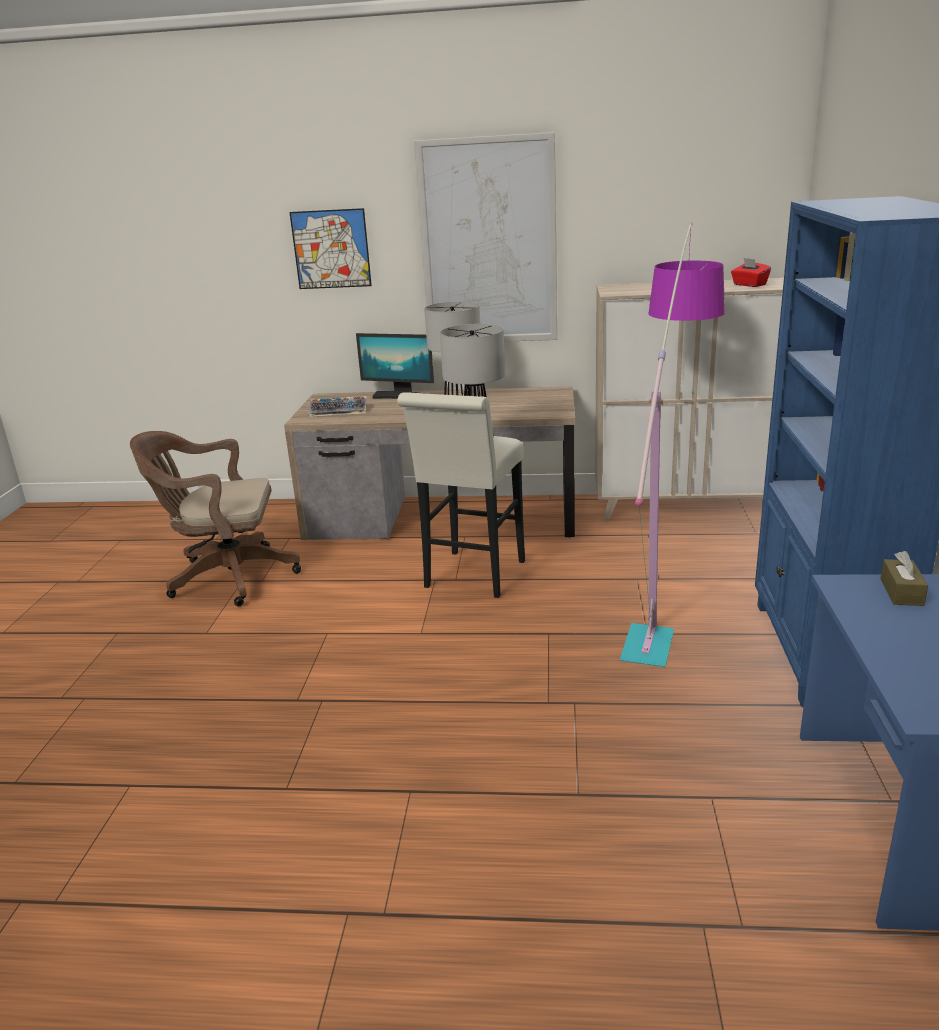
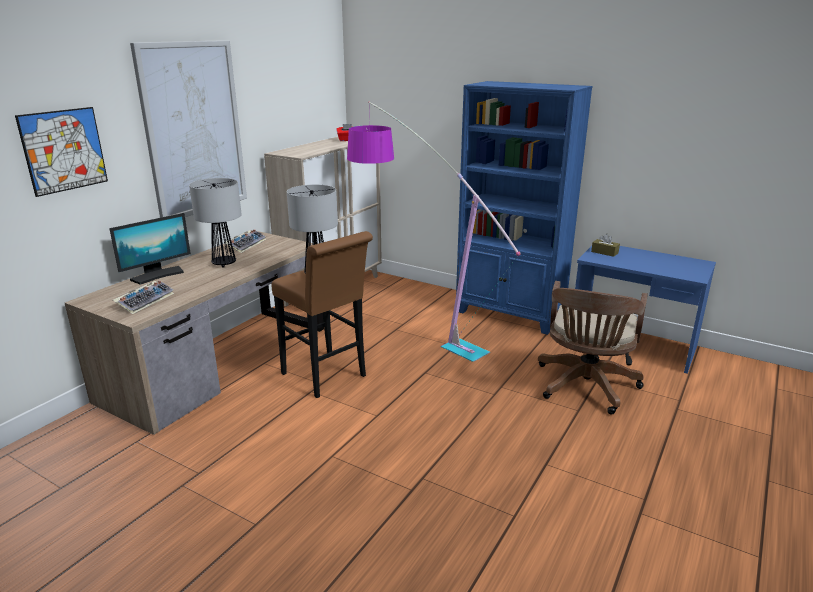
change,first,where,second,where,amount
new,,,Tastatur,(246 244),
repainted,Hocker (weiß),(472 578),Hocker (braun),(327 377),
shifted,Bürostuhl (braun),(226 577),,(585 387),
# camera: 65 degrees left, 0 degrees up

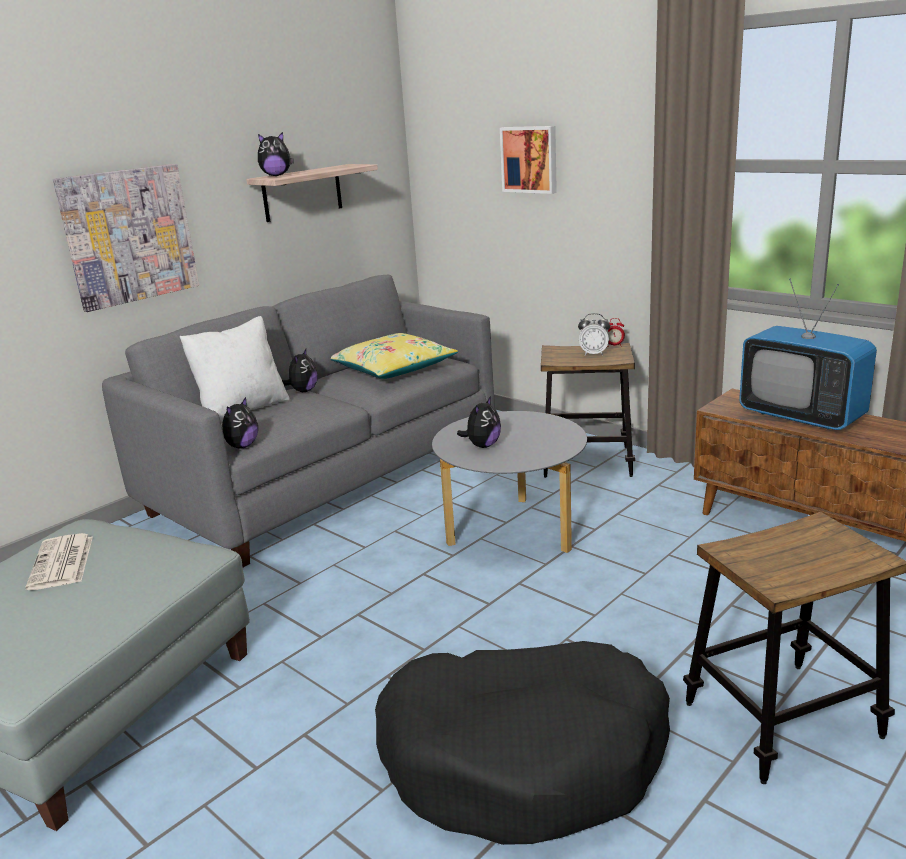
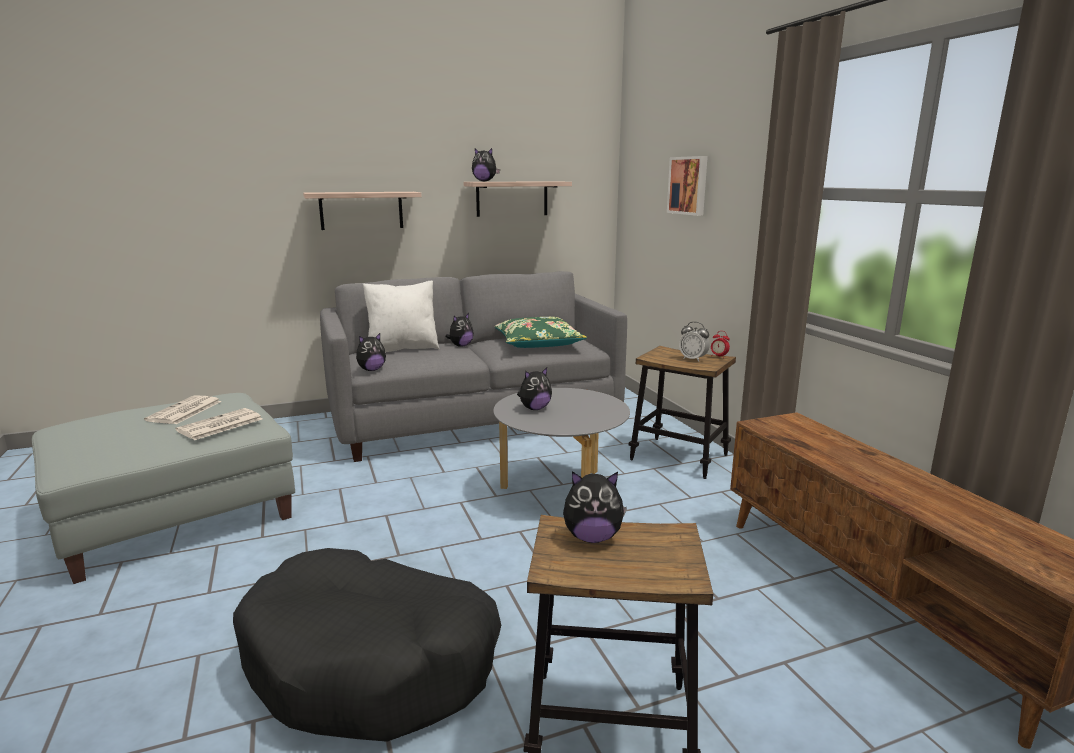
change,first,where,second,where,amount
new,,,Zeitung,(219 425),
swapped,Bild,(129 236),Wandregal,(361 210),
repainted,Kissen (gelb),(393 369),Kissen (grün),(538 343),
new,,,Plüschtier,(592 537),
gone,Fernseher,(801 416),,,
# camera: 25 degrees right, 5 degrees down

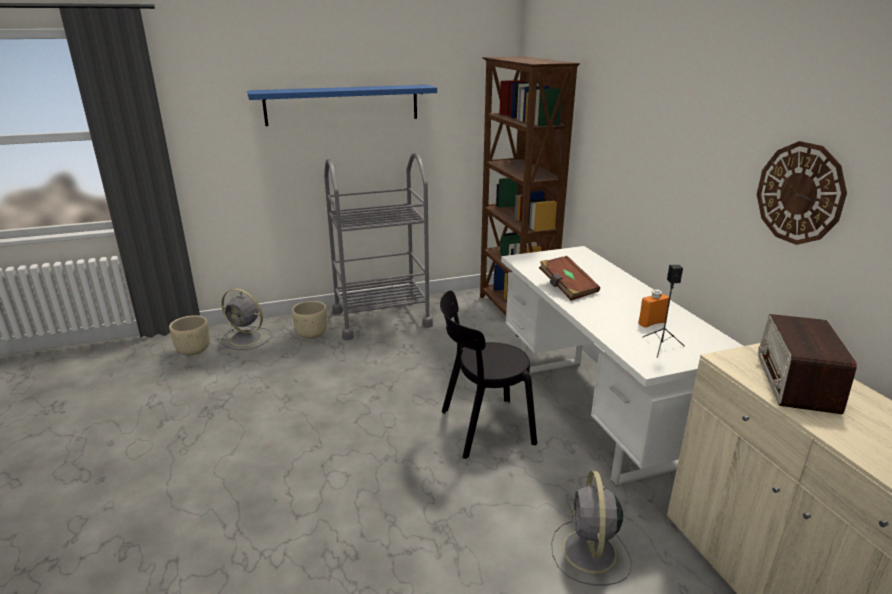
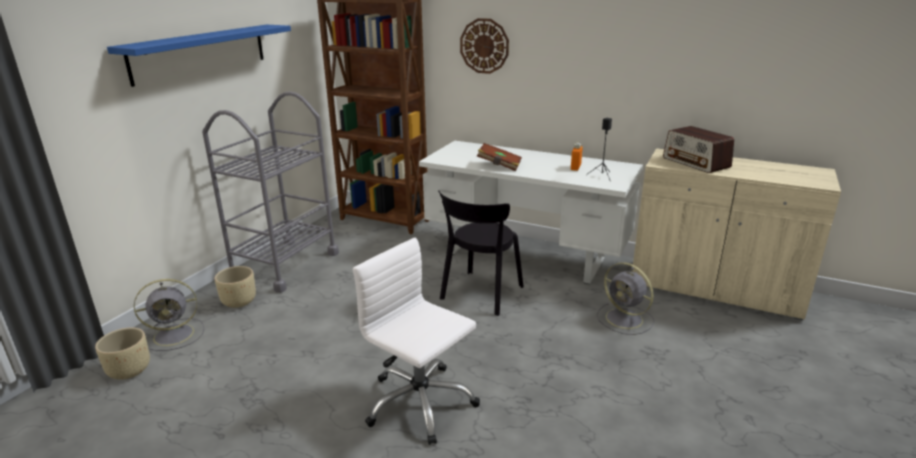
change,first,where,second,where,amount
new,,,Bürostuhl (weiß),(420 403),
shifted,Wanduhr,(800 193),,(484 46),
# camera: 45 degrees left, 0 degrees up

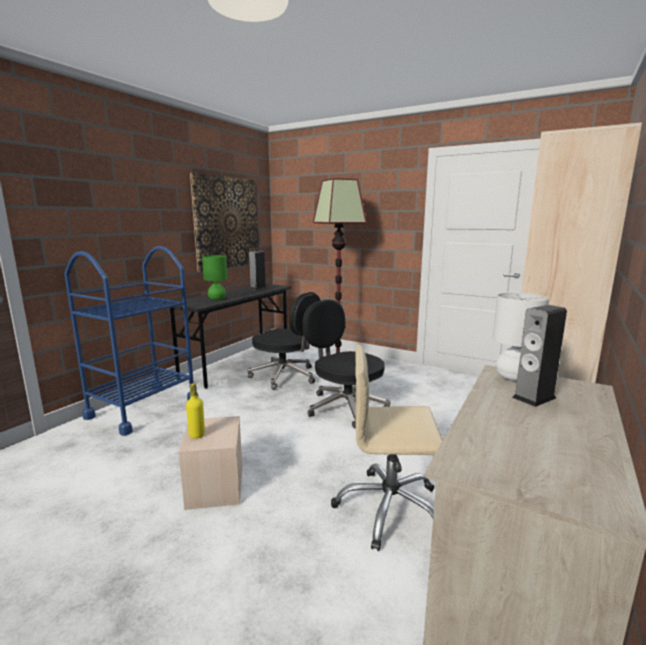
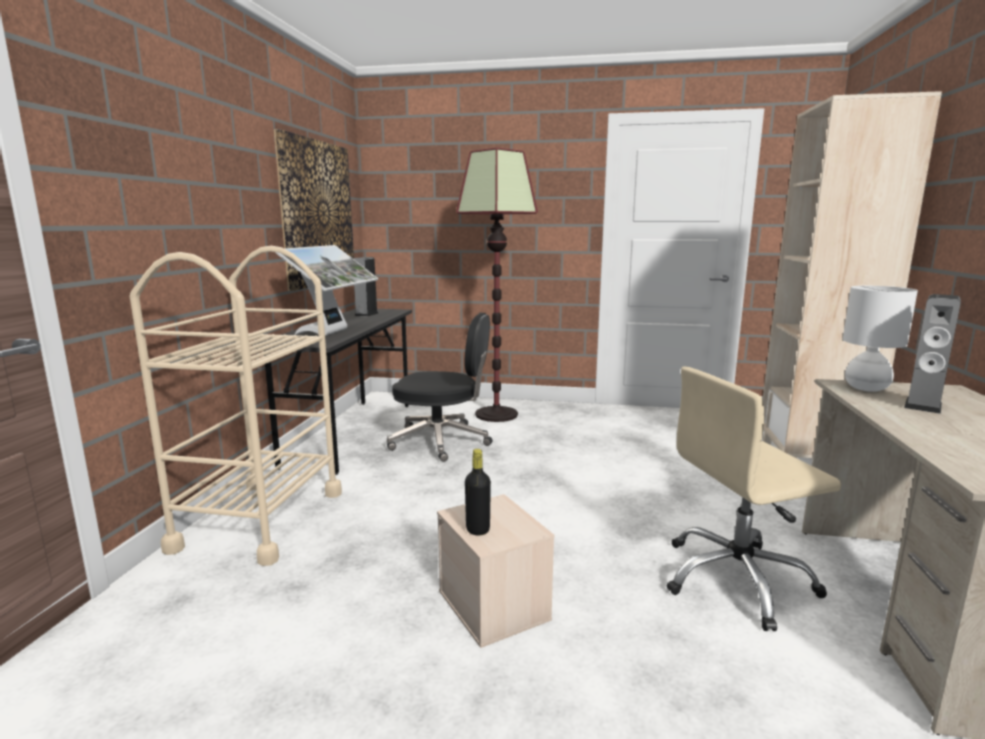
change,first,where,second,where,amount
repainted,Rollwagen (blau),(143 408),Rollwagen (beige),(260 520),
swapped,Tischlampe (grün),(217 299),Monitor,(333 332),
repainted,Flasche (gelb),(197 435),Flasche (schwarz),(478 529),
gone,Bürostuhl (schwarz),(344 407),,,
# camera: 20 degrees left, 0 degrees up

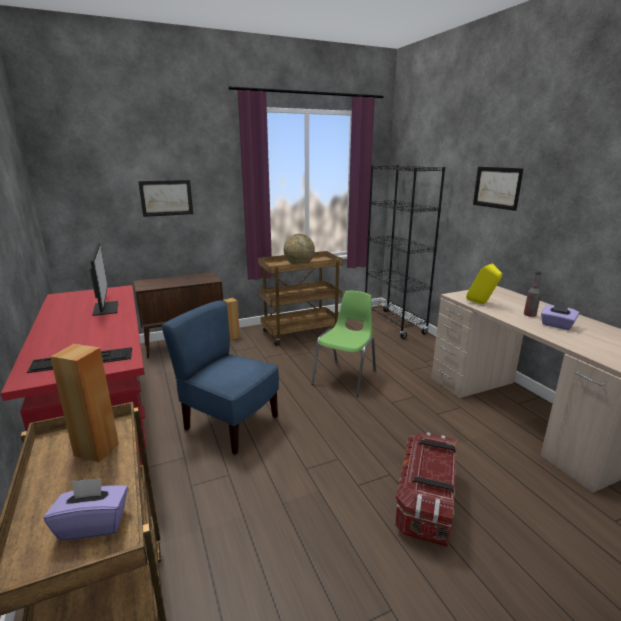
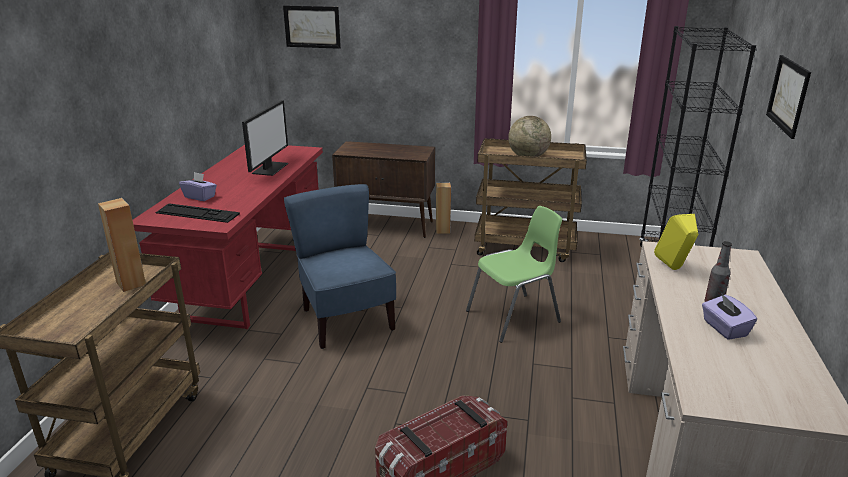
change,first,where,second,where,amount
shifted,Taschentuchbox (lila),(93 524),,(200 197),
shifted,Bild,(166 198),,(312 27),
# camera: 35 degrees right, 5 degrees up

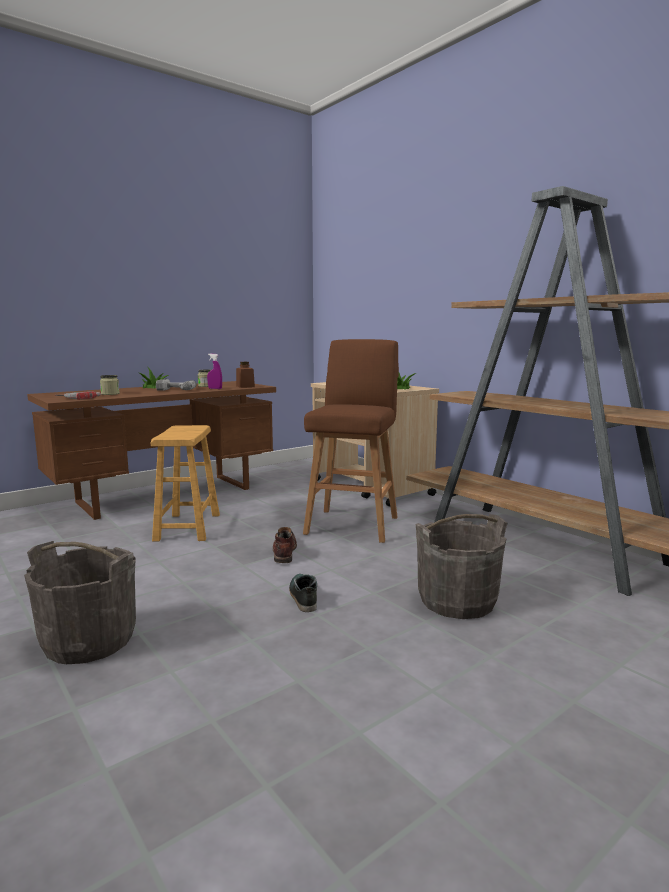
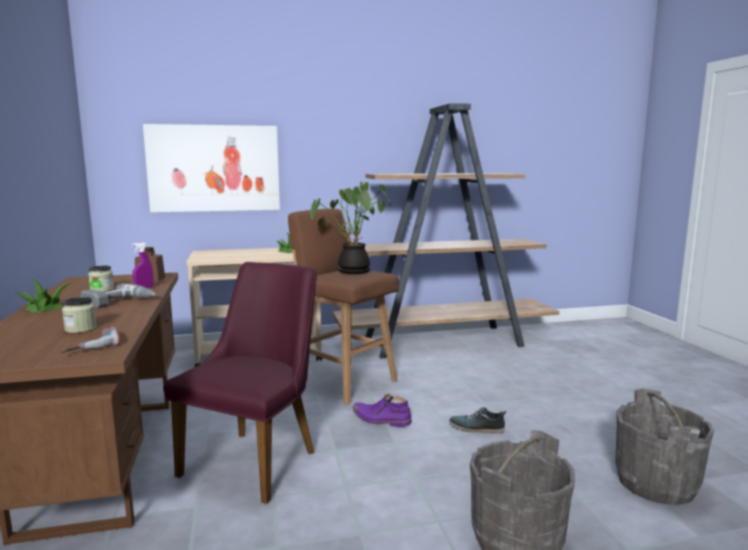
change,first,where,second,where,amount
new,,,Bild,(214 168),
swapped,Hocker (braun),(188 527),Stuhl (lila),(258 457),
new,,,Topfpflanze,(352 272),
repainted,Stiefel (braun),(284 552),Stiefel (lila),(381 419),
shifted,Eimer (grau),(457 601),,(656 483),
# camera: 65 degrees left, 0 degrees up

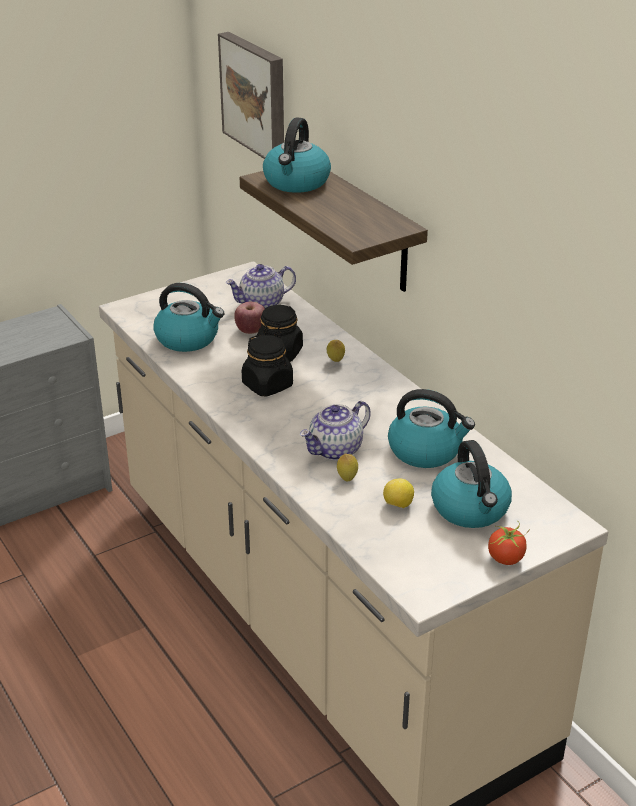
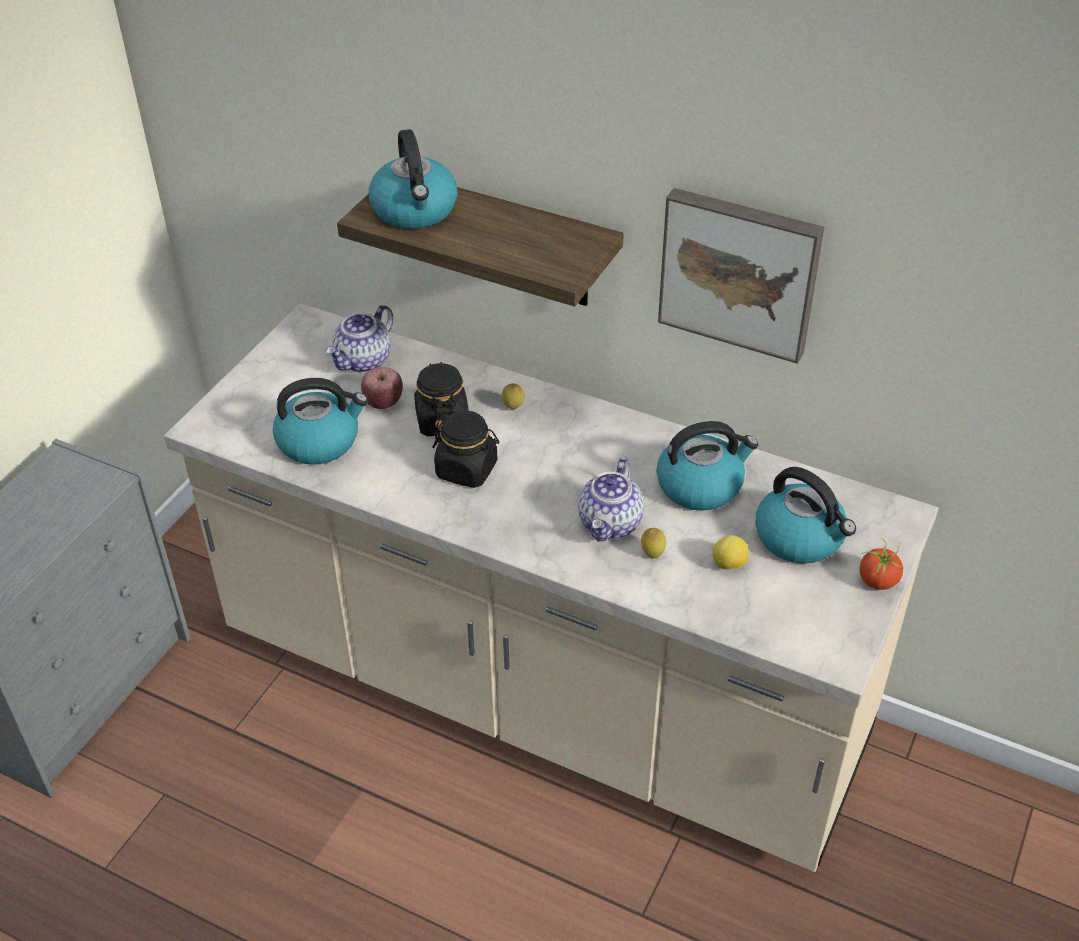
change,first,where,second,where,amount
shifted,Bild,(256 96),,(740 272),
# camera: 30 degrees left, 10 degrees up

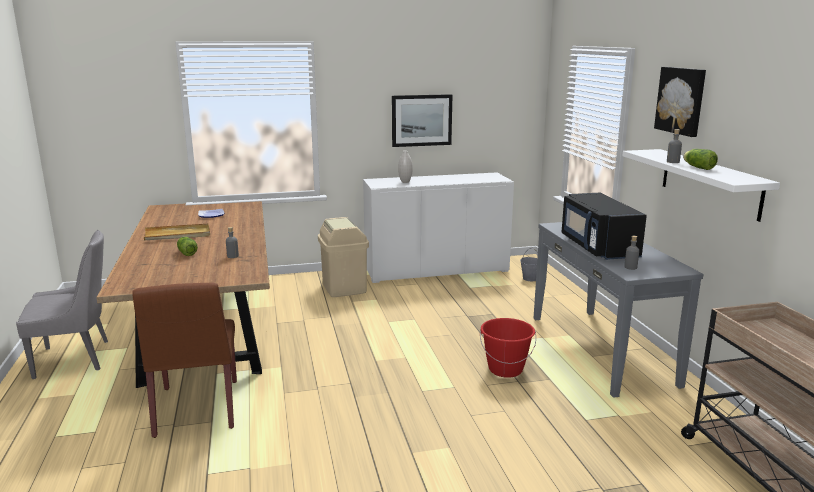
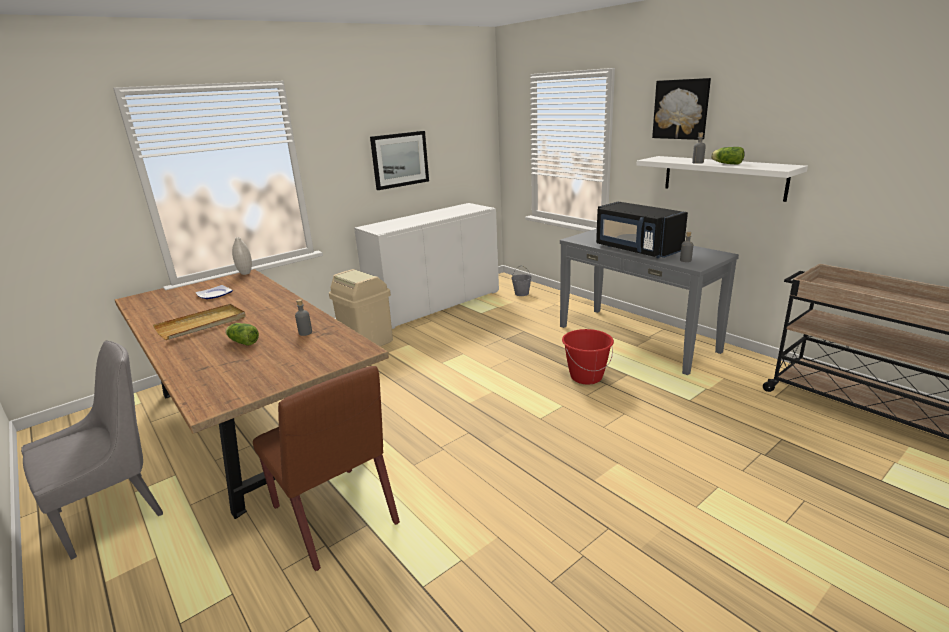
change,first,where,second,where,amount
shifted,Vase (weiß),(405 182),,(245 273),
# camera: 25 degrees left, 5 degrees up

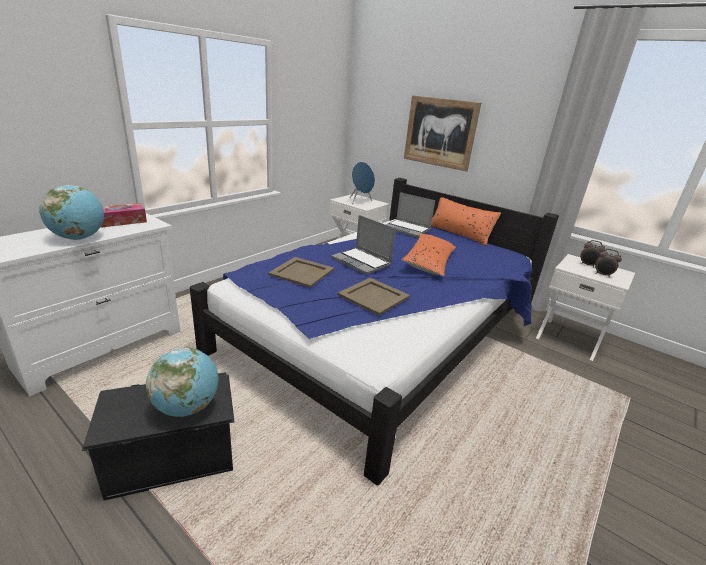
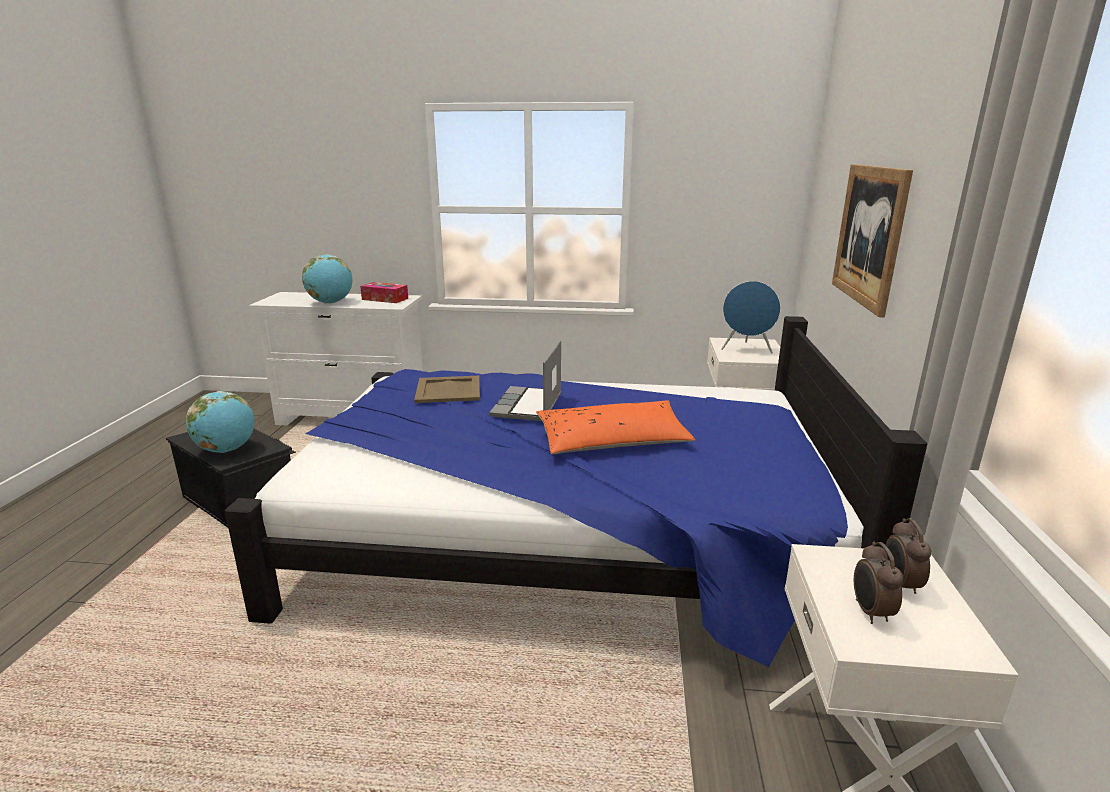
change,first,where,second,where,amount
gone,Tablett (beige),(374 296),,,
gone,Laptop,(407 229),,,
gone,Kissen (orange),(459 234),,,
# camera: 60 degrees right, 5 degrees down

